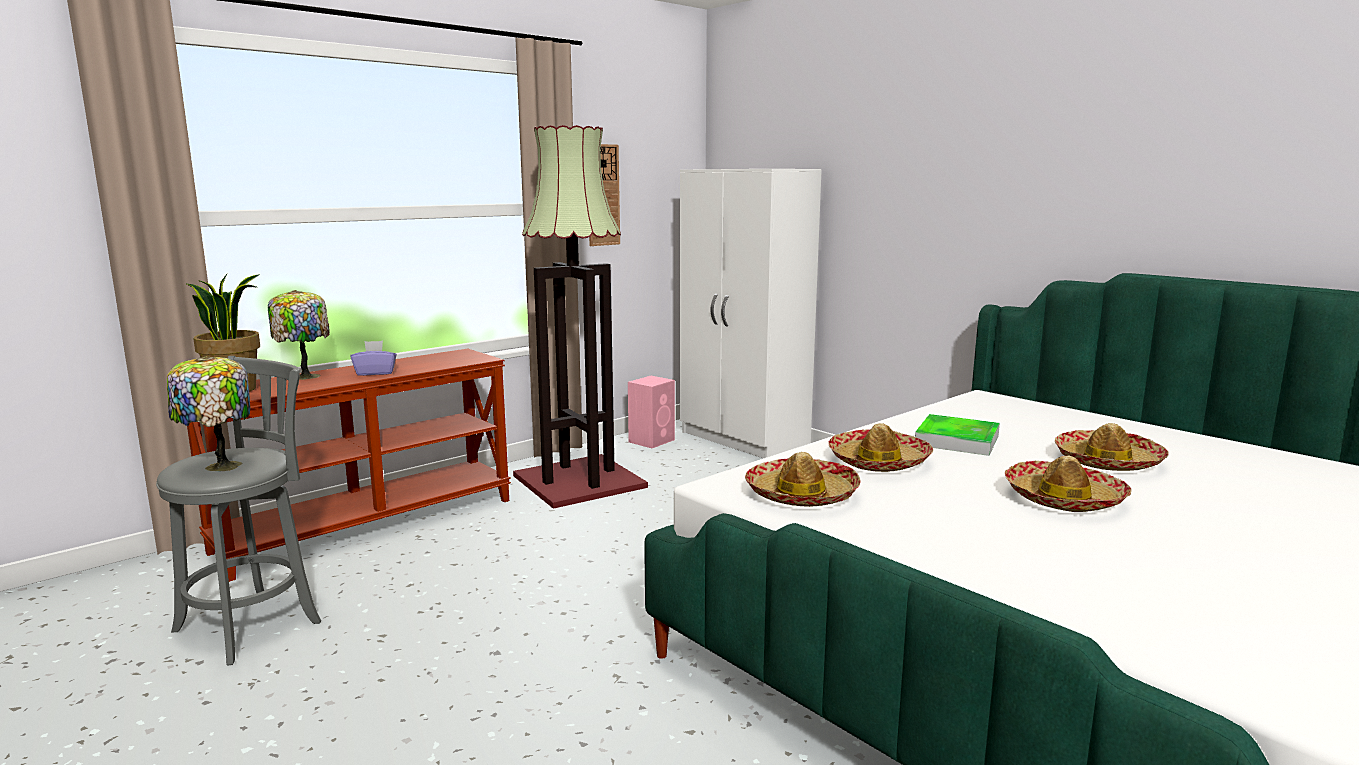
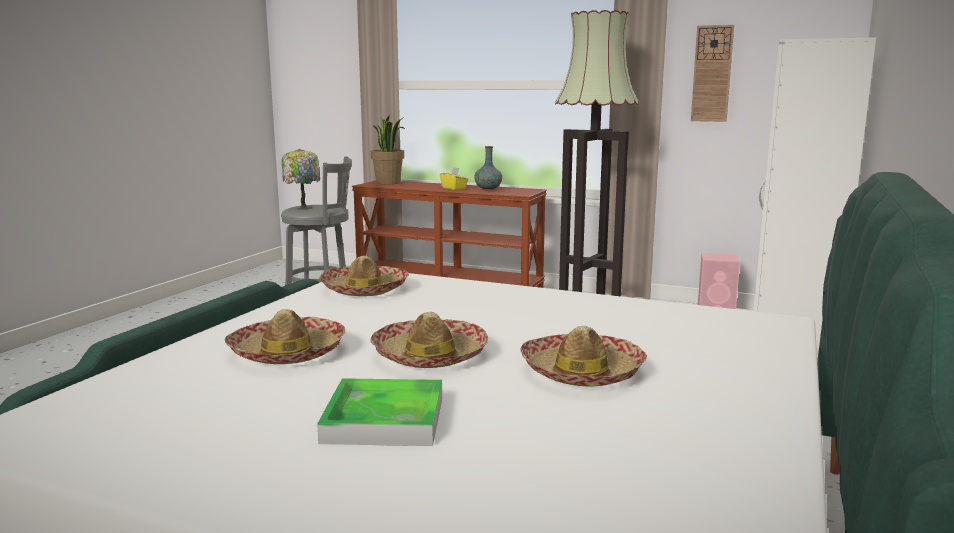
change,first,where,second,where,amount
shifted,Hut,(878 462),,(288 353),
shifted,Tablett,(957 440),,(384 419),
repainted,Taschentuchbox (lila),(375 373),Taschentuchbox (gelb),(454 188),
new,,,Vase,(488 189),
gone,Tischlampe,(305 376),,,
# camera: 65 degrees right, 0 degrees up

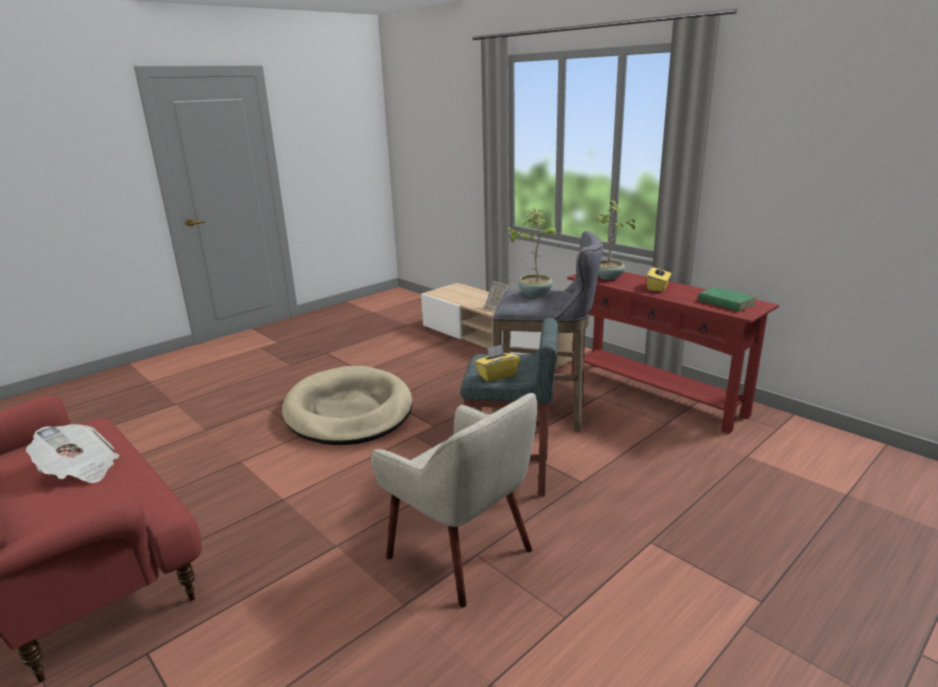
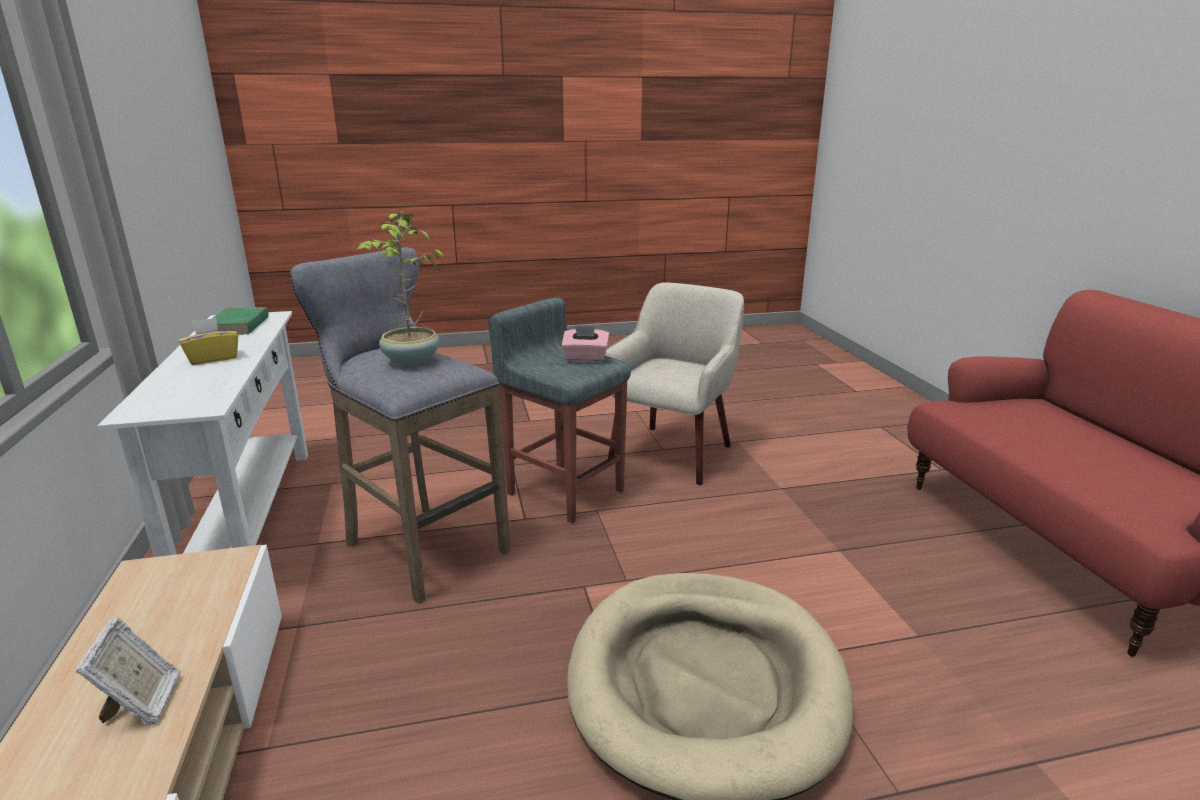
change,first,where,second,where,amount
repainted,Konsolentisch (rot),(655 394),Konsolentisch (weiß),(250 519),
repainted,Taschentuchbox (gelb),(497 375),Taschentuchbox (rosa),(585 358),
rotated,Sessel (beige),(462 553),,(673 453),45 degrees clockwise
gone,Zeitung,(79 470),,,
gone,Topfpflanze,(608 277),,,
# camera: 150 degrees left, 0 degrees up

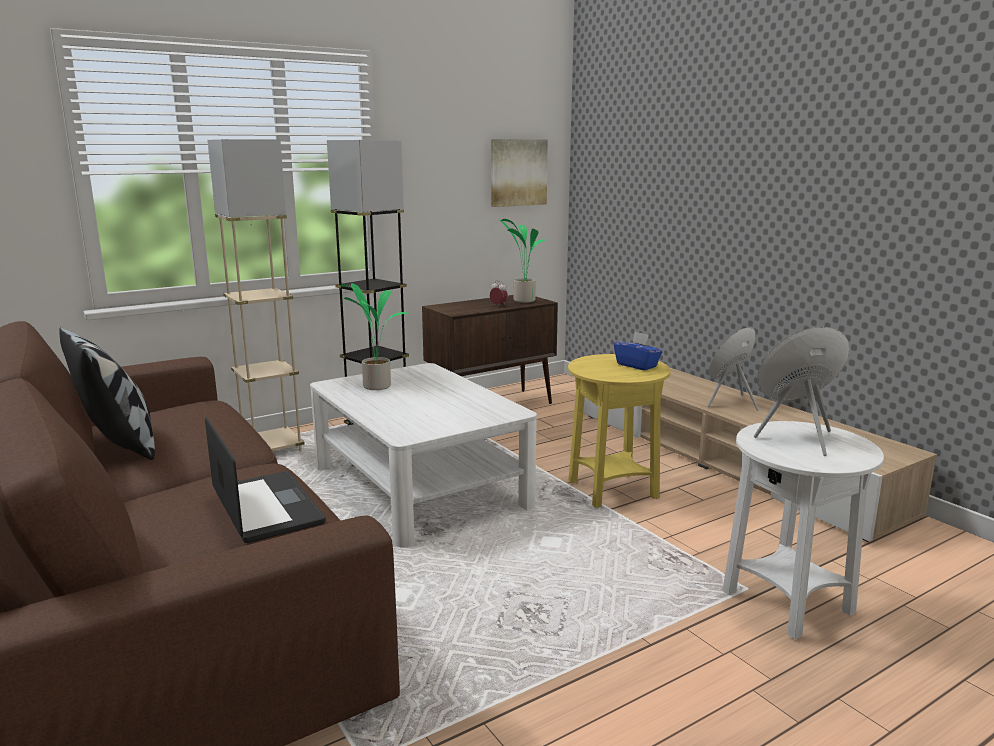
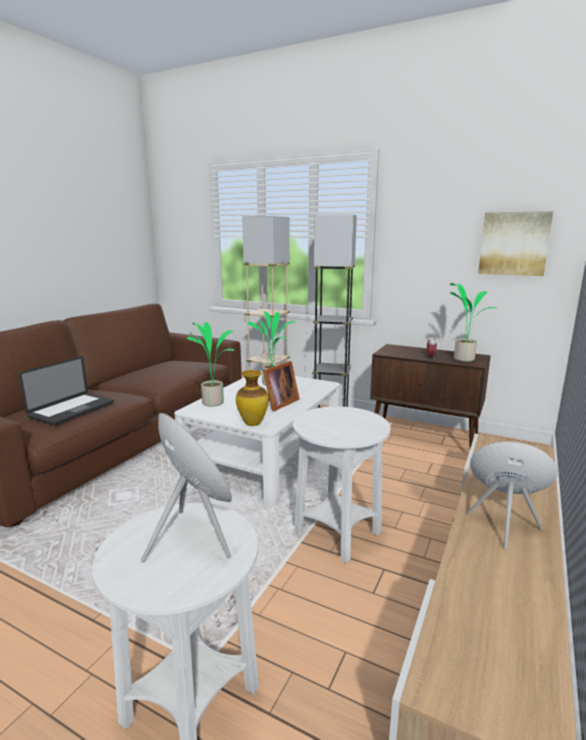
change,first,where,second,where,amount
new,,,Topfpflanze,(213 402),
new,,,Vase,(252 423),
new,,,Bilderrahmen,(278 404),
repainted,Beistelltisch (gelb),(612 490),Beistelltisch (weiß),(337 534),
gone,Kissen,(119 445),,,
gone,Taschentuchbox (blau),(637 365),,,
# camera: 60 degrees right, 0 degrees up

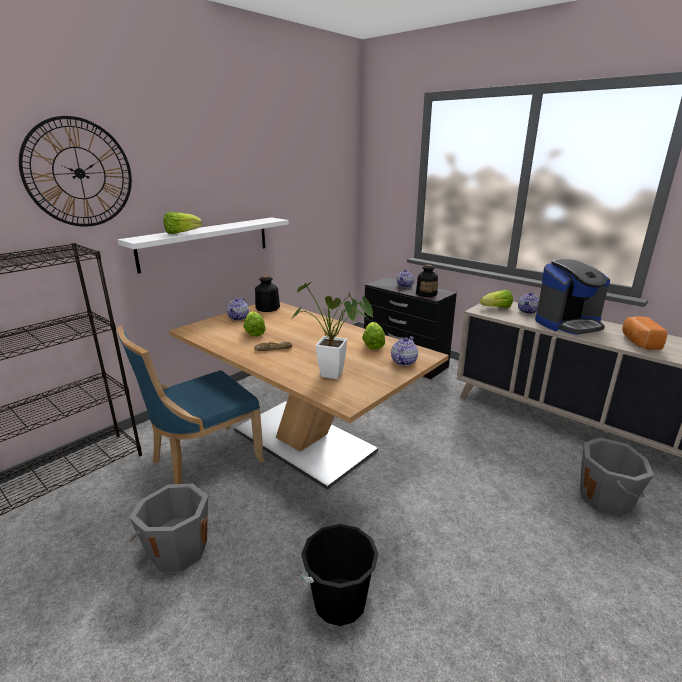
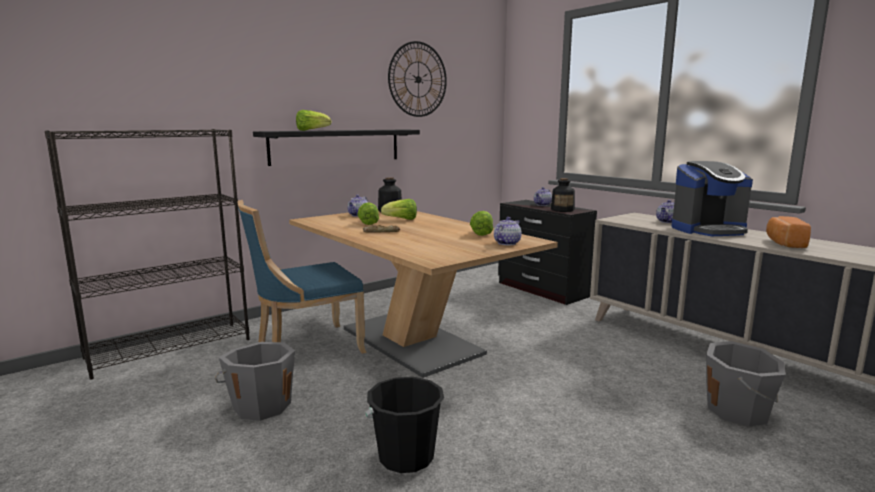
change,first,where,second,where,amount
repainted,Wandregal (weiß),(206 243),Wandregal (schwarz),(336 146),
shifted,Salatkopf,(497 308),,(401 219),
shifted,Wanduhr,(79 173),,(418 79),
gone,Topfpflanze,(337 375),,,
# camera: 10 degrees right, 10 degrees down

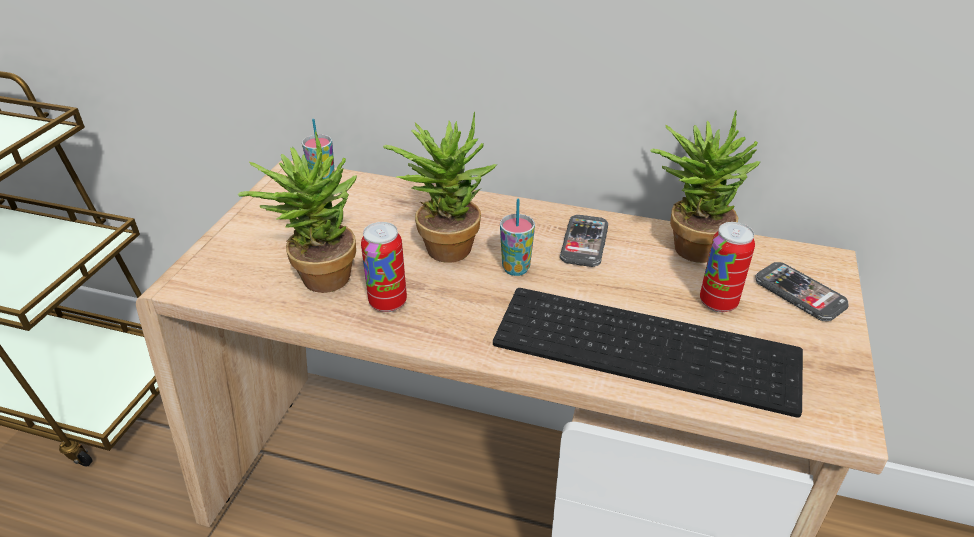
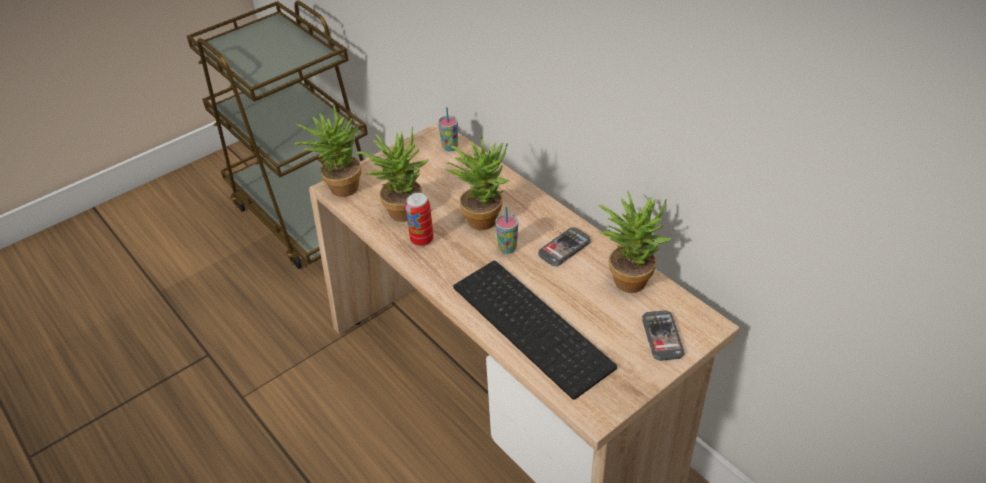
change,first,where,second,where,amount
new,,,Topfpflanze,(339 186),
gone,Dose,(718 303),,,
# camera: 35 degrees right, 5 degrees up

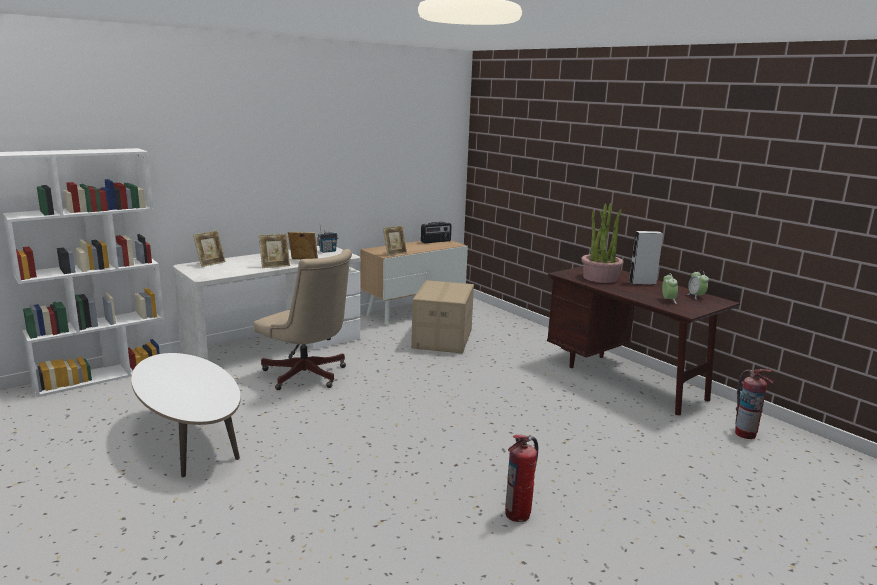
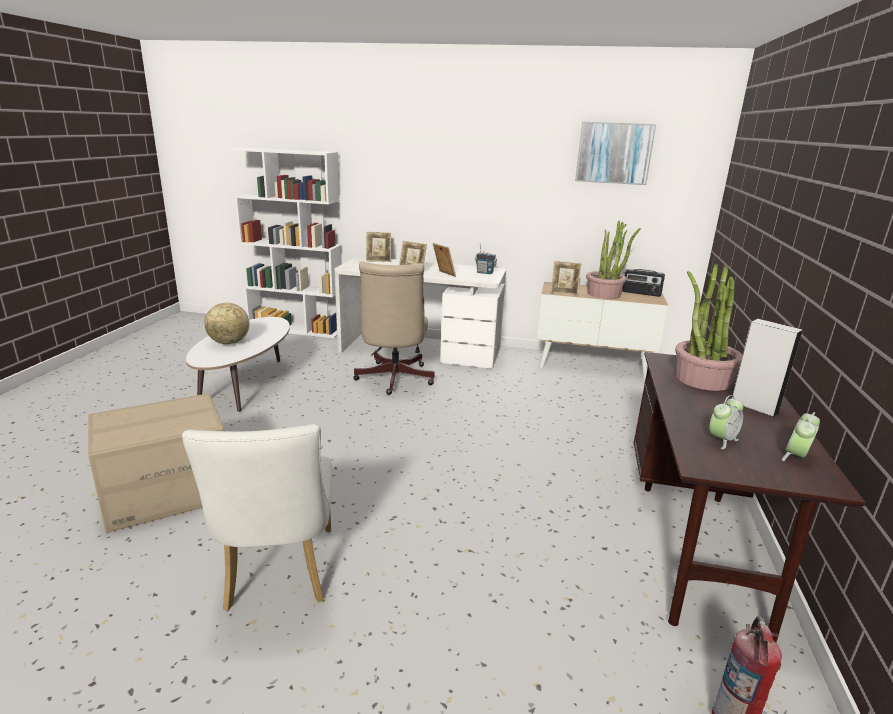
change,first,where,second,where,amount
shifted,Karton,(442 339),,(168 492),
swapped,Feuerlöscher,(518 514),Stuhl (weiß),(278 575),
new,,,Globus,(229 343),
new,,,Bild,(614 153),
new,,,Topfpflanze,(604 294),
# camera: 50 degrees right, 5 degrees up

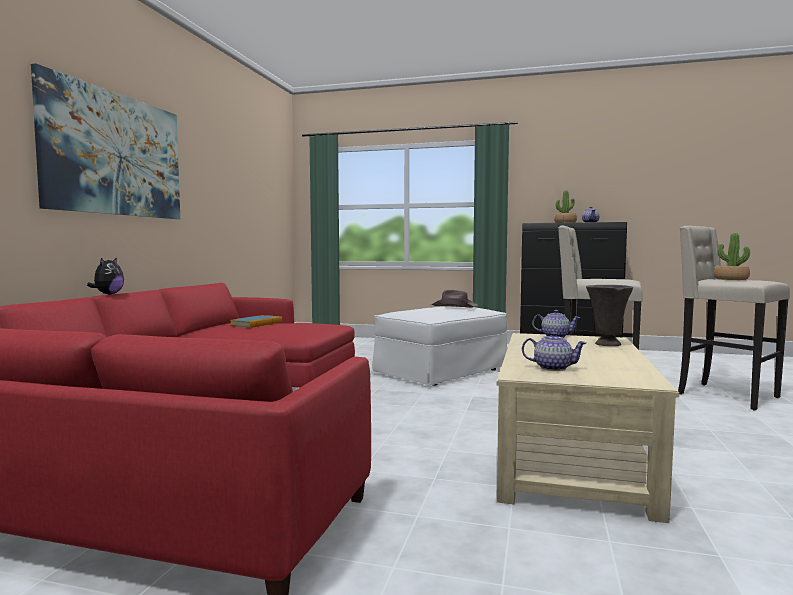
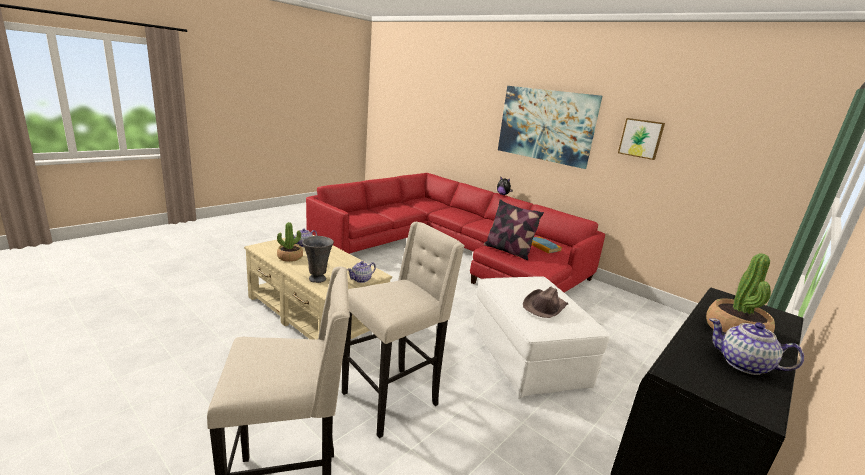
change,first,where,second,where,amount
shifted,Topfpflanze,(731 279),,(290 257),
new,,,Kissen,(508 251),
new,,,Bild,(641 138),
# camera: 115 degrees right, 15 degrees up

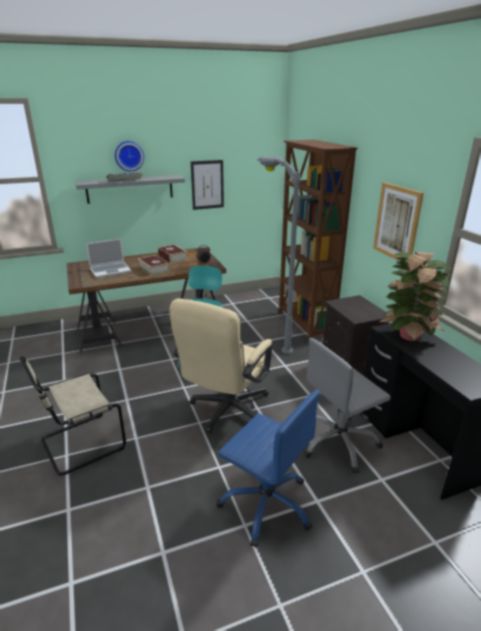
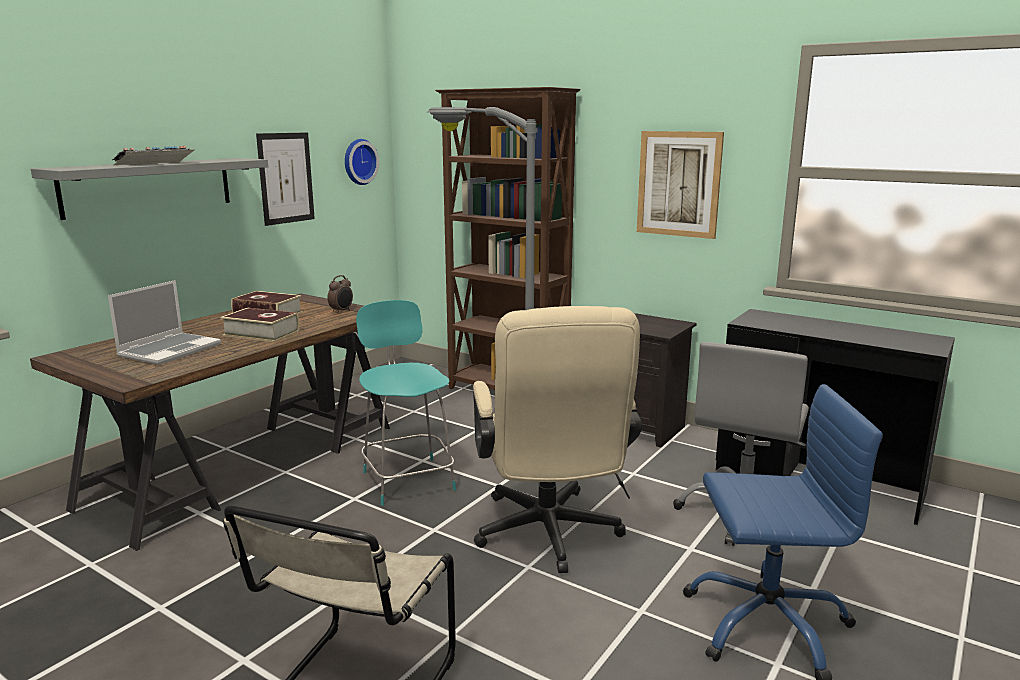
change,first,where,second,where,amount
shifted,Wanduhr,(129 156),,(358 161),
gone,Topfpflanze,(409 335),,,
# camera: 35 degrees left, 10 degrees down

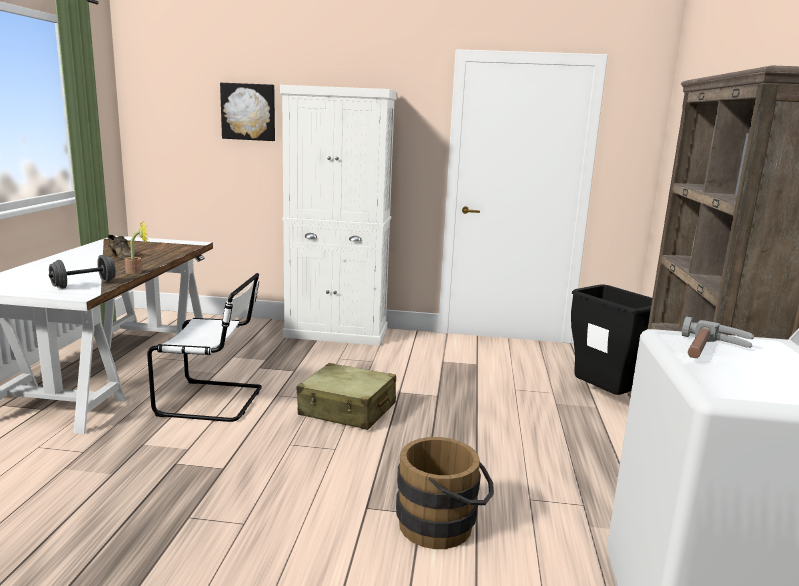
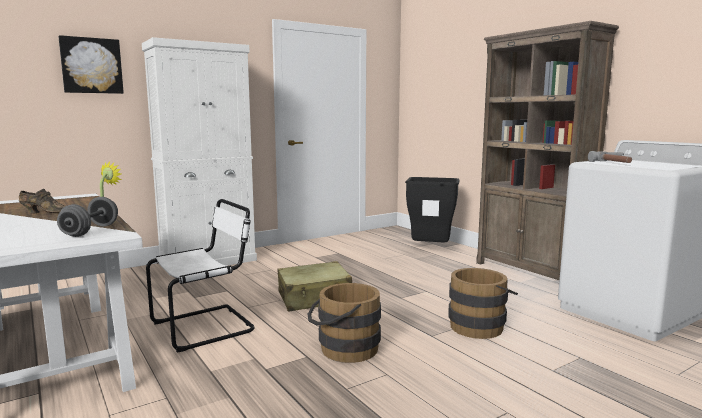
change,first,where,second,where,amount
new,,,Eimer (braun),(343 349),
# camera: 40 degrees left, 5 degrees down

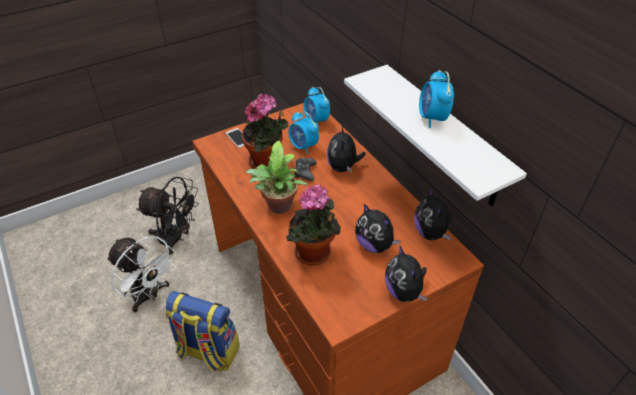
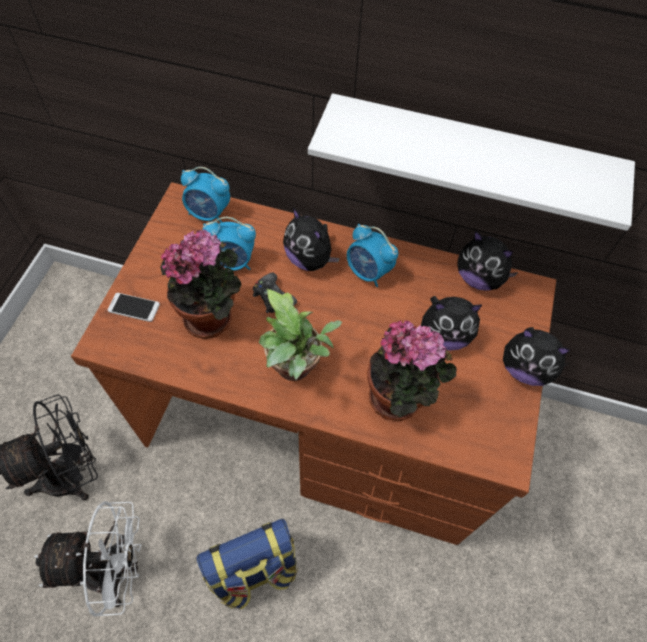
change,first,where,second,where,amount
shifted,Wecker,(432 118),,(368 272),
# camera: 45 degrees left, 15 degrees up

